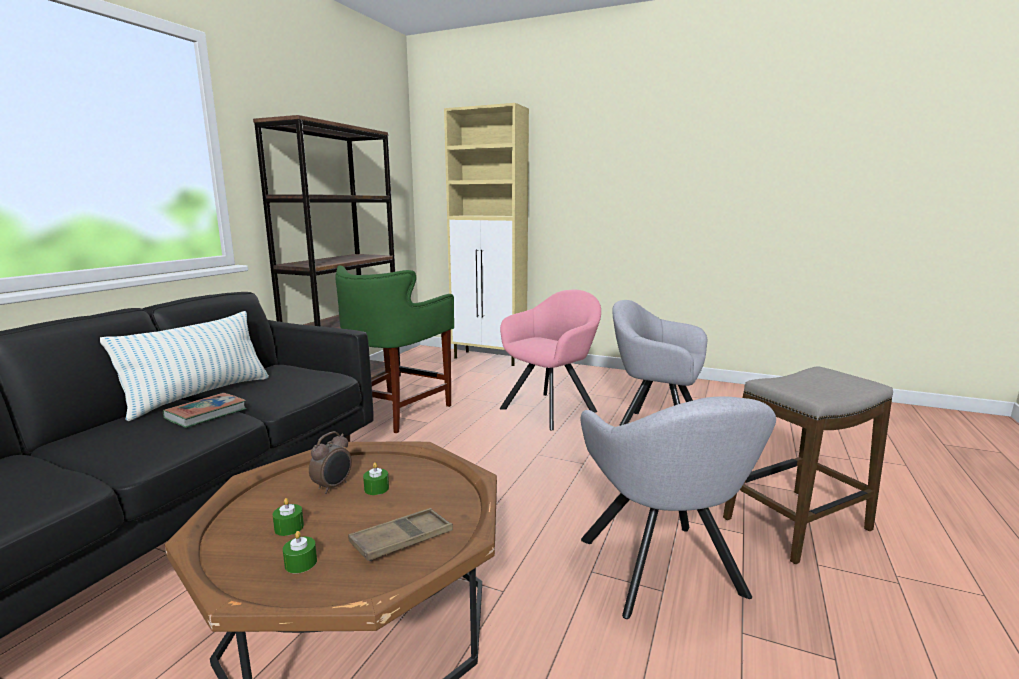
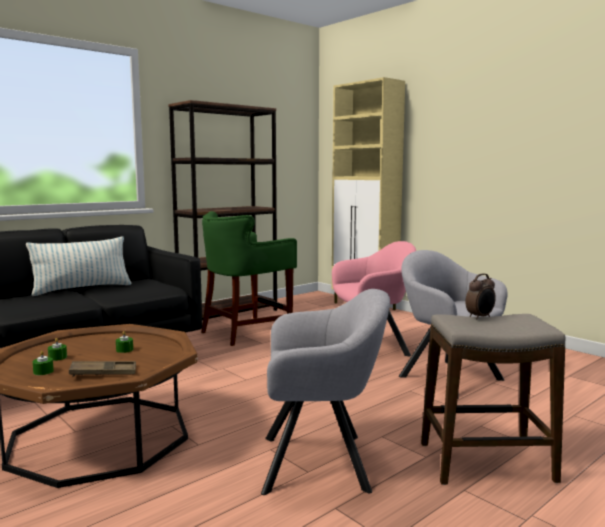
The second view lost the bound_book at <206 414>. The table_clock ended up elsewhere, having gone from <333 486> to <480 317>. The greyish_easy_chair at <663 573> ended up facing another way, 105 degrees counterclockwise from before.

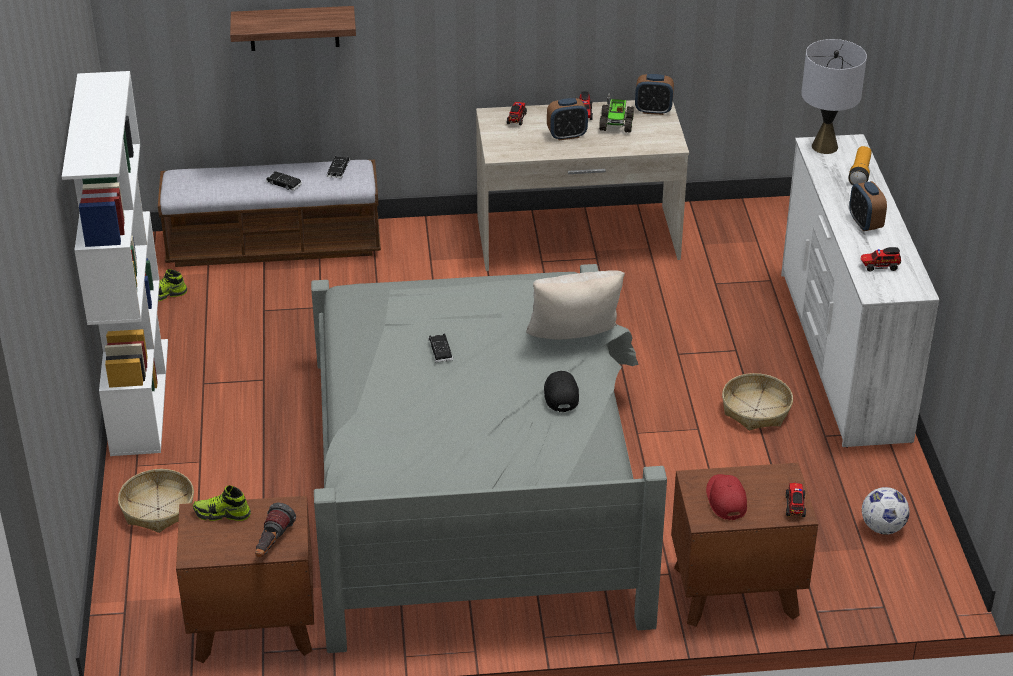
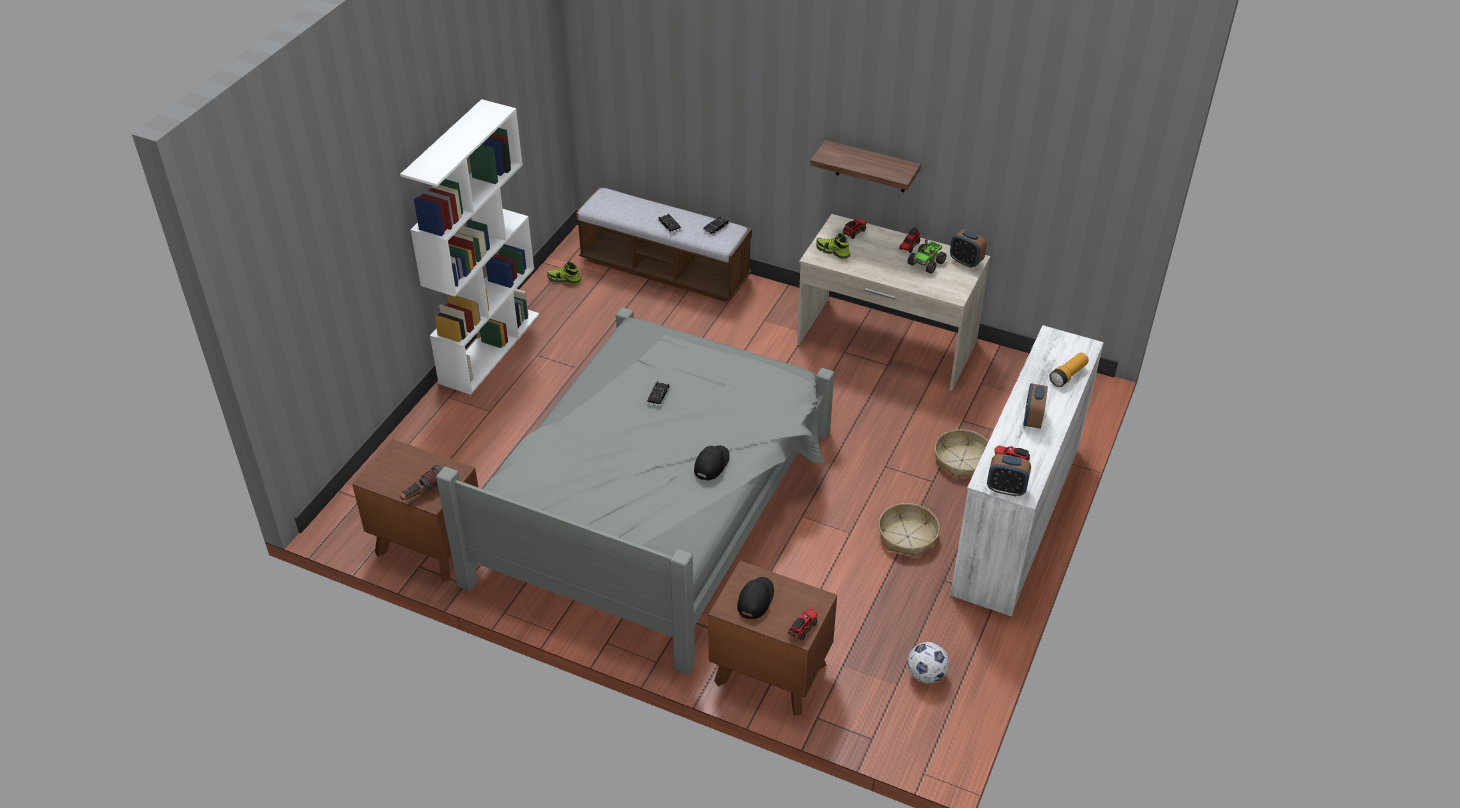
The basket ended up elsewhere, having gone from <157 509> to <961 460>. The shoe ended up elsewhere, having gone from <222 514> to <832 251>. The shelf ended up elsewhere, having gone from <294 28> to <871 167>. The second view lost the beige_pillow at <574 339>. The table_clock ended up elsewhere, having gone from <567 135> to <1006 489>. What was the red-coloured_peaked_cap at <725 499> turned into the black_peaked_cap at <755 599>. The second view lost the greyish_table_lamp at <824 146>.

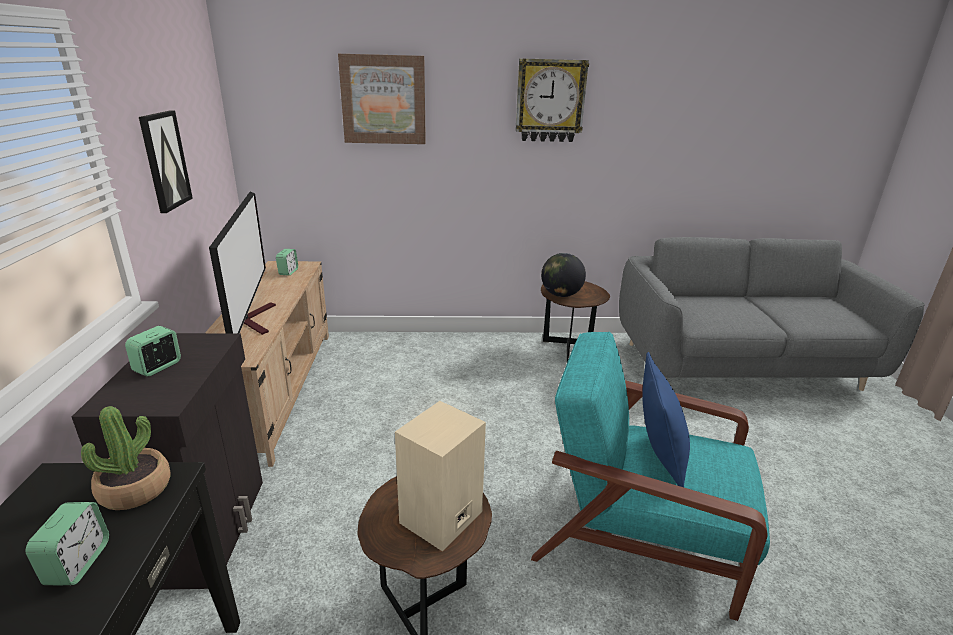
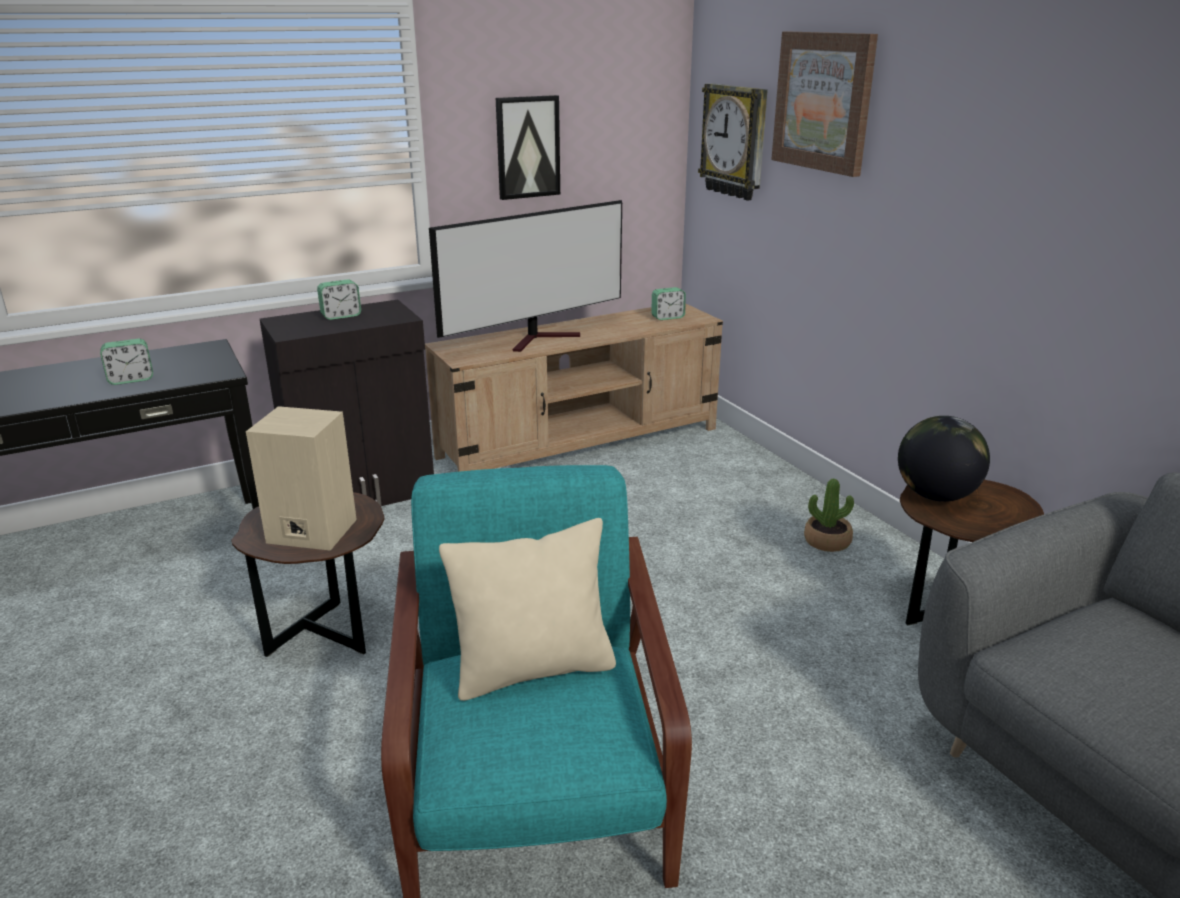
The plant_in_a_pot ended up elsewhere, having gone from <135 489> to <827 541>. The table_clock at <158 367> ended up facing another way, 150 degrees clockwise from before. The wall_clock ended up elsewhere, having gone from <550 101> to <735 141>. What was the blue-coloured_pillow at <657 457> turned into the beige_pillow at <533 669>.

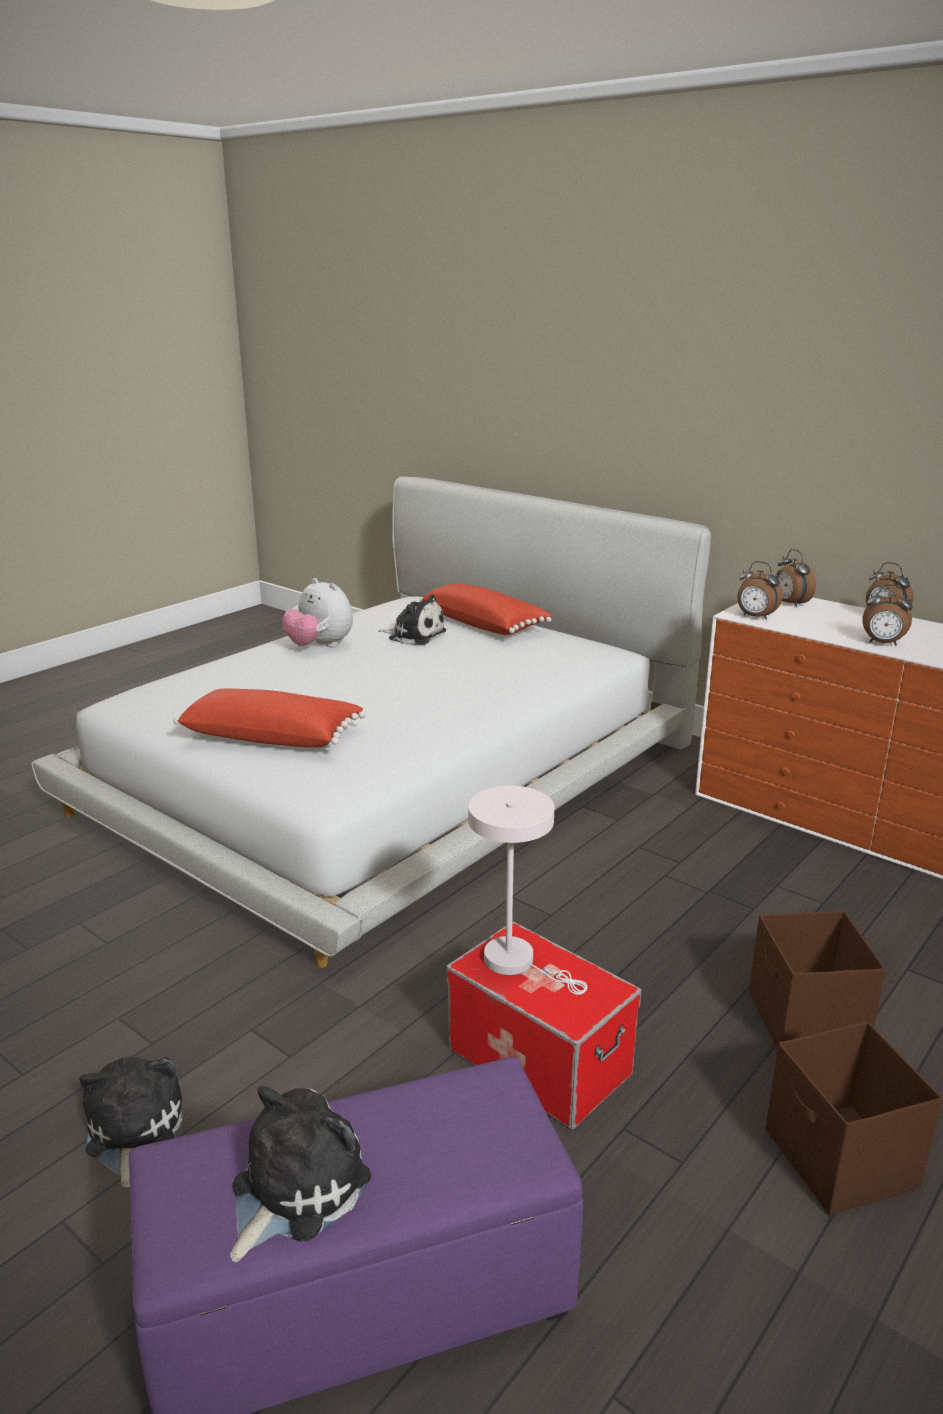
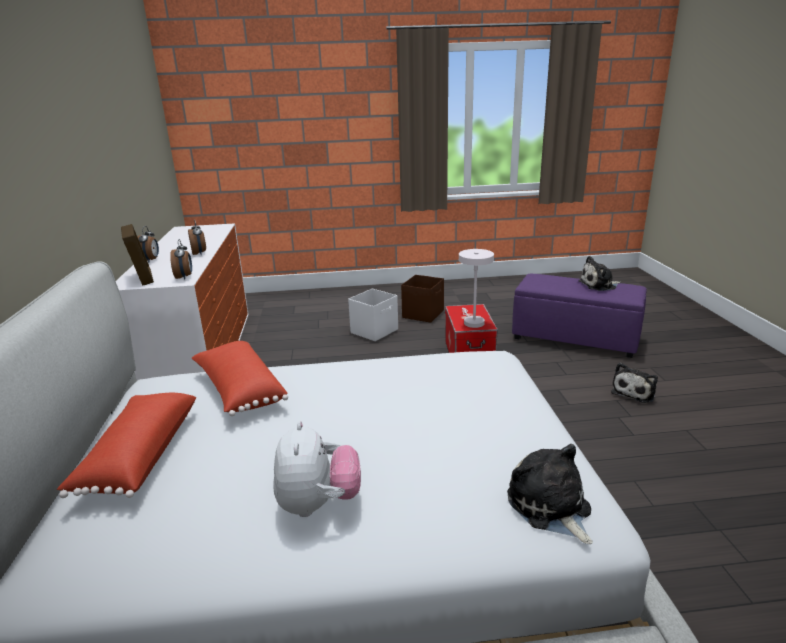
The red-coloured_pillow ended up elsewhere, having gone from <272 736> to <239 390>. The cuddly_toy ended up elsewhere, having gone from <414 635> to <550 507>. What was the brownish_storage_bin at <806 1023> turned into the whitish_storage_bin at <375 331>. Where the table_clock stood at <790 604>, the photo_frame came to stand at <142 278>.

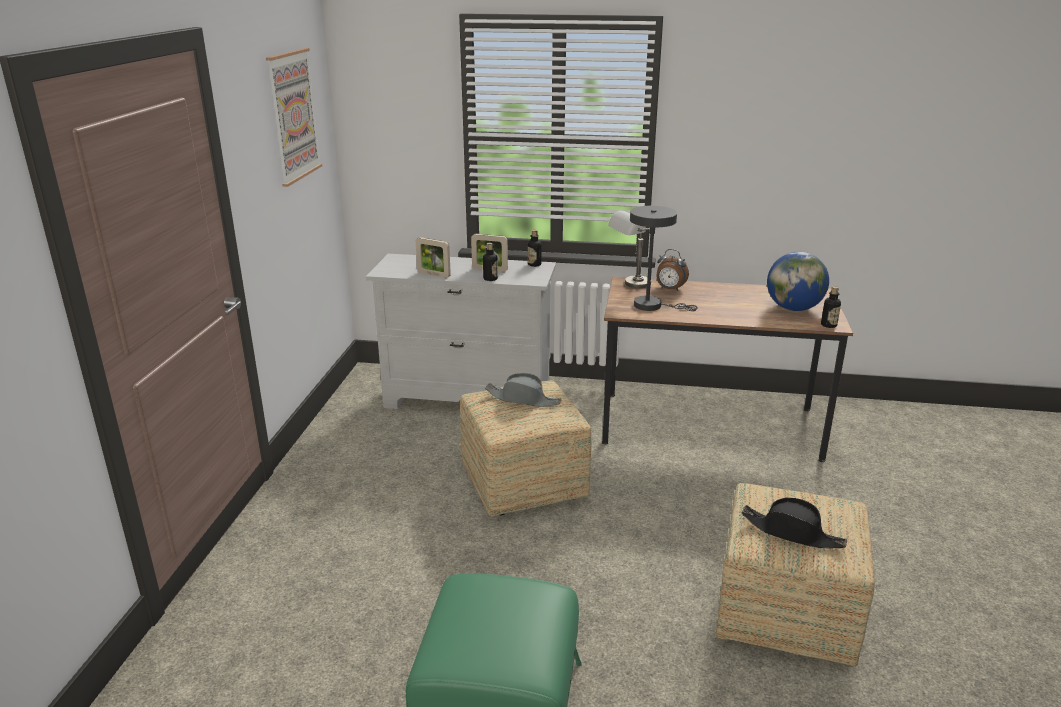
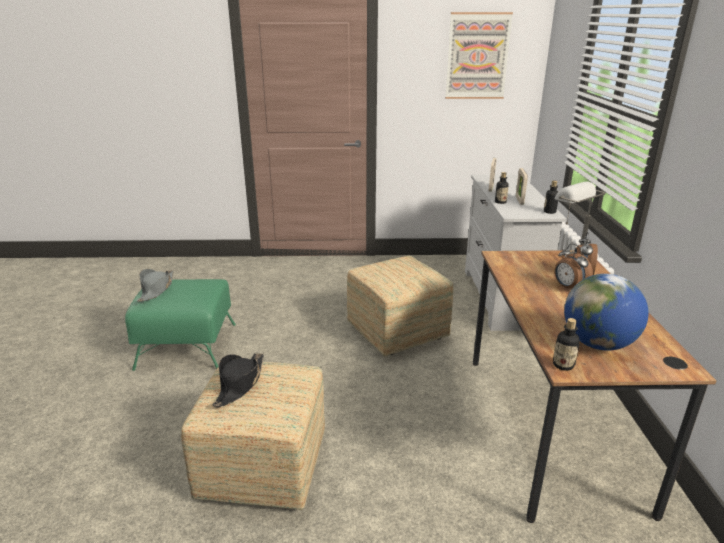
The greyish_clothing_hat ended up elsewhere, having gone from <523 399> to <156 289>. The second view lost the greyish_table_lamp at <652 306>. The second view gained the table_clock at <568 288>.

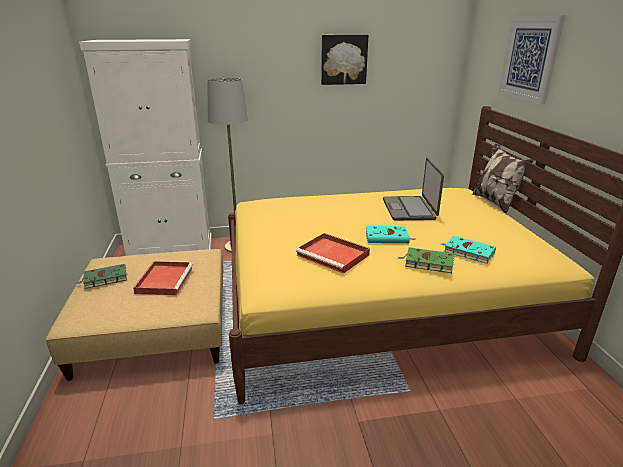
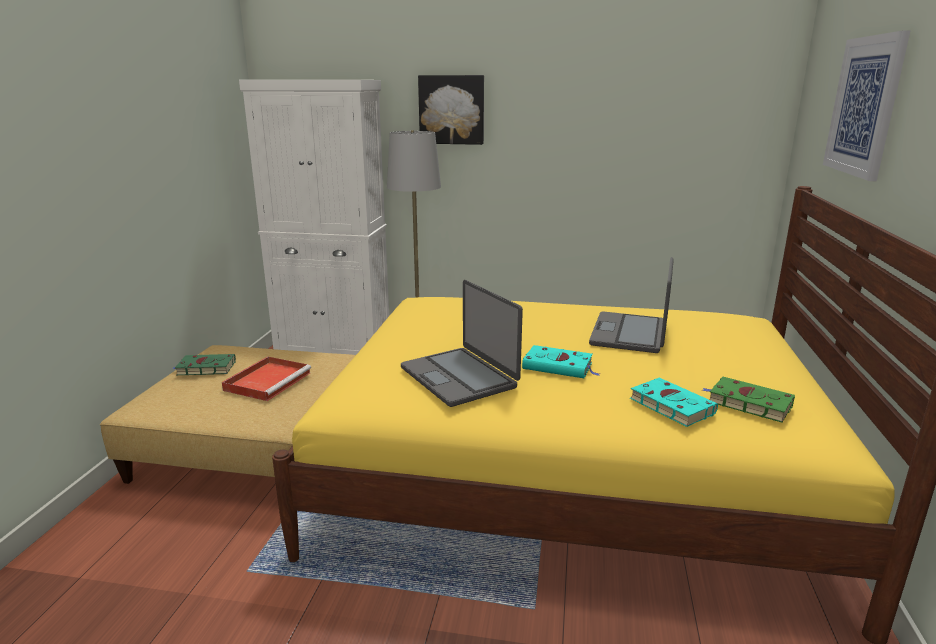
Where the red-coloured_serving_tray stood at <334 255>, the portable_computer came to stand at <459 377>. The wall_picture ended up elsewhere, having gone from <343 59> to <452 110>. The green-coloured_bound_book ended up elsewhere, having gone from <427 263> to <747 403>. The second view lost the pillow at <495 202>.

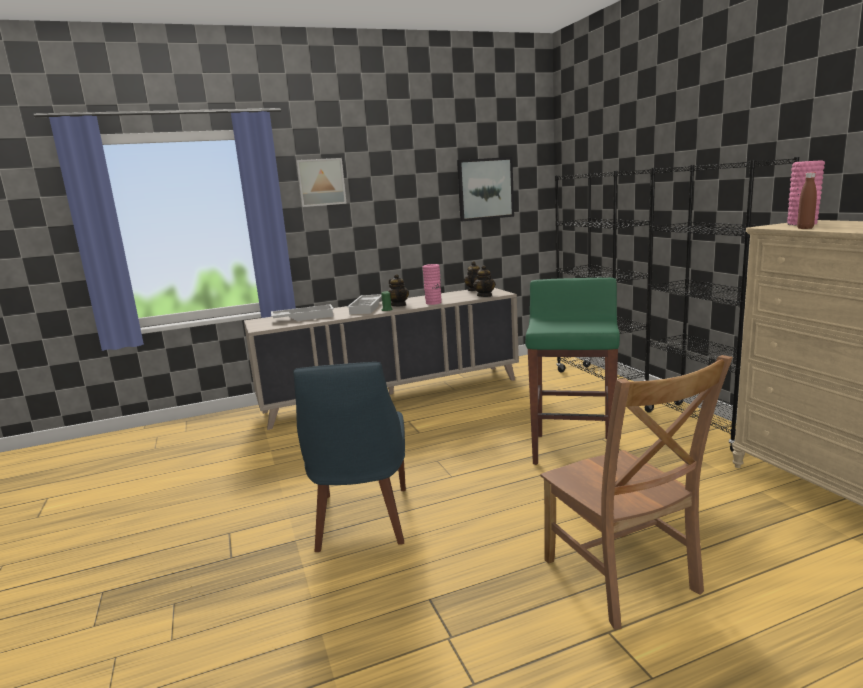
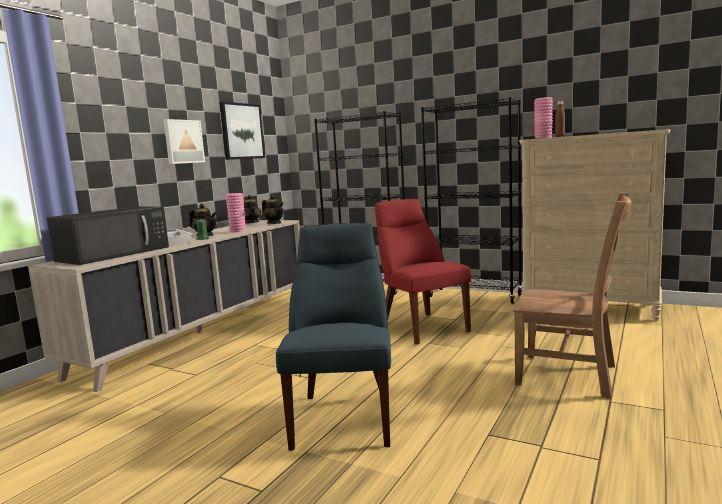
Where the whitish_serving_tray stood at <303 317>, the black_microwave_oven came to stand at <115 253>. The blue-coloured_upright_chair at <362 521> ended up facing another way, 135 degrees counterclockwise from before. The wall_picture ended up elsewhere, having gone from <321 182> to <183 141>. Where the green-coloured_stool_seat stood at <573 450>, the red-coloured_upright_chair came to stand at <421 326>.

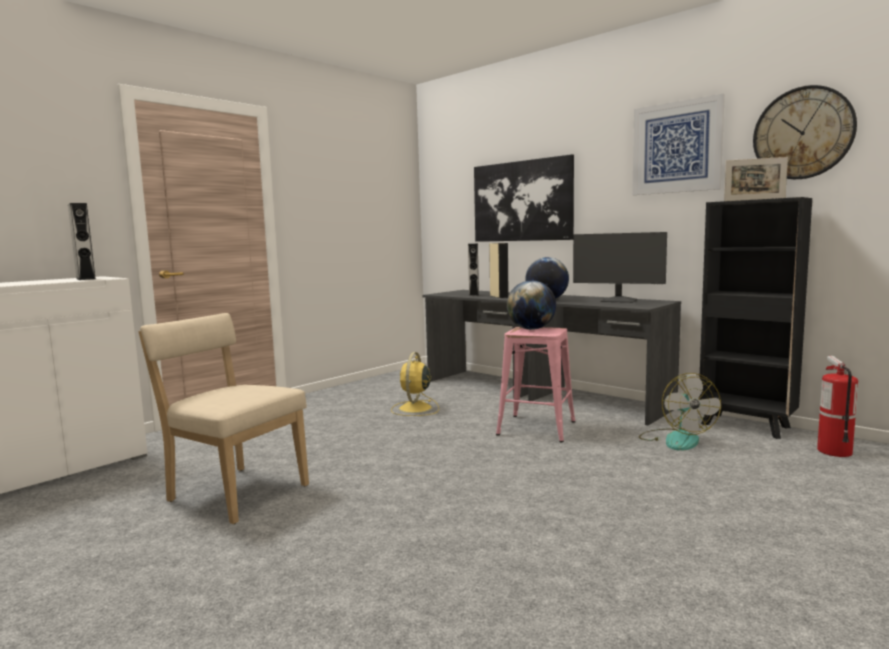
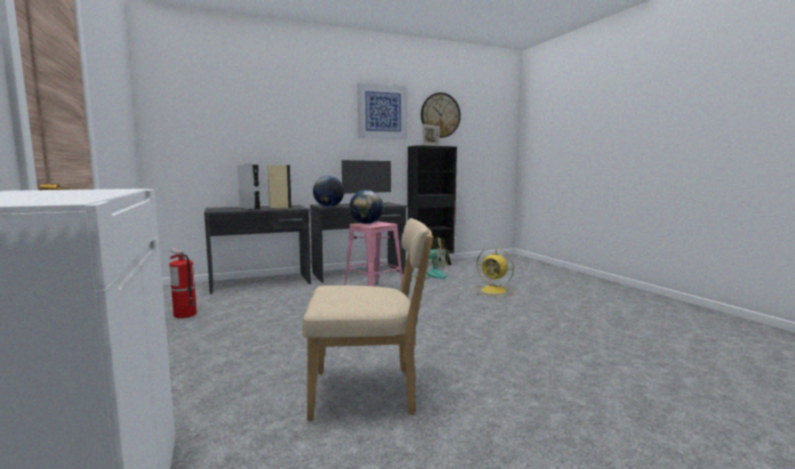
The second view lost the greyish_loudspeaker at <85 278>. The beige_upright_chair at <234 492> ended up facing another way, 150 degrees counterclockwise from before. The yellowish_fan ended up elsewhere, having gone from <415 409> to <495 291>. The second view lost the wall_picture at <522 201>. The extinguisher ended up elsewhere, having gone from <834 451> to <185 314>.

